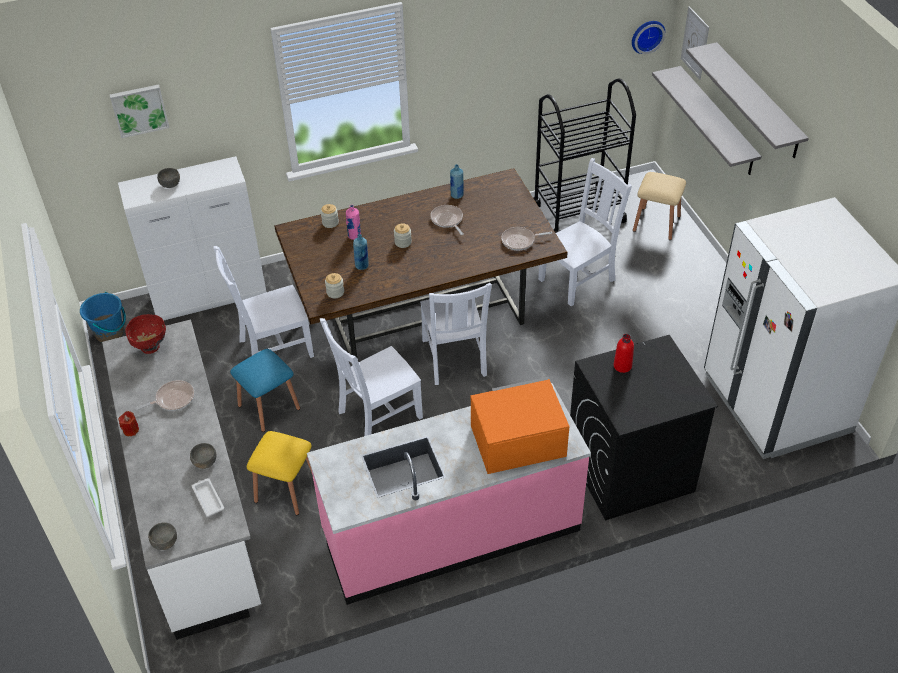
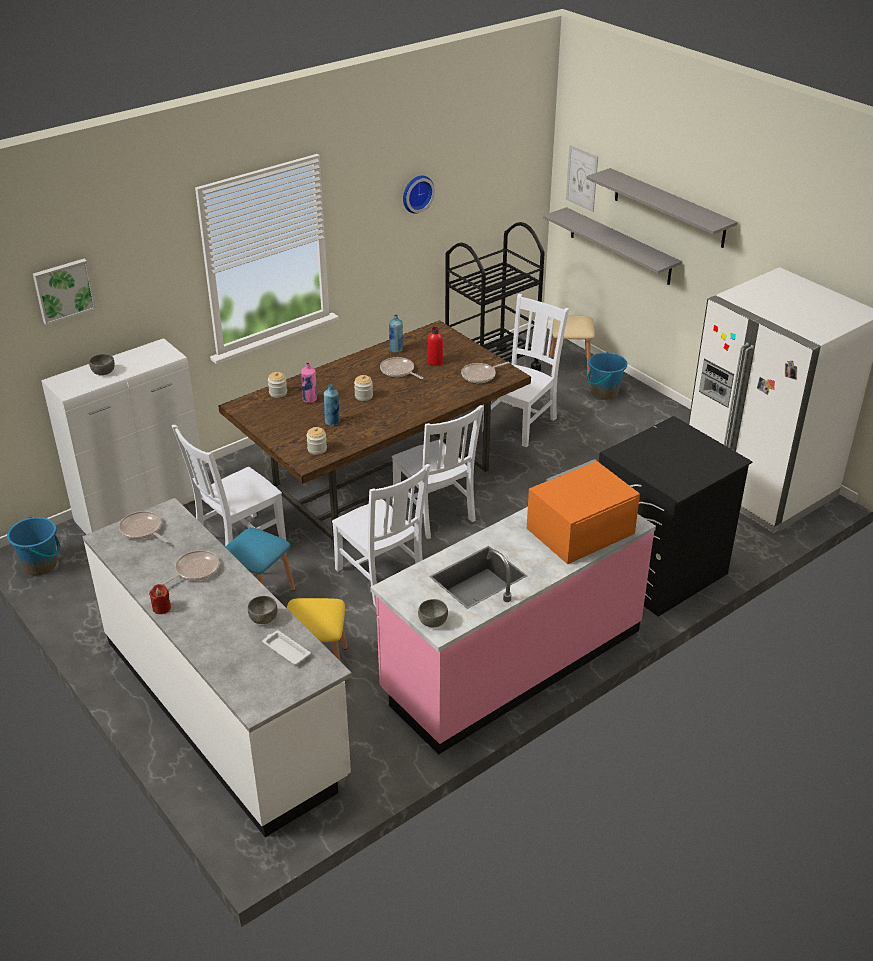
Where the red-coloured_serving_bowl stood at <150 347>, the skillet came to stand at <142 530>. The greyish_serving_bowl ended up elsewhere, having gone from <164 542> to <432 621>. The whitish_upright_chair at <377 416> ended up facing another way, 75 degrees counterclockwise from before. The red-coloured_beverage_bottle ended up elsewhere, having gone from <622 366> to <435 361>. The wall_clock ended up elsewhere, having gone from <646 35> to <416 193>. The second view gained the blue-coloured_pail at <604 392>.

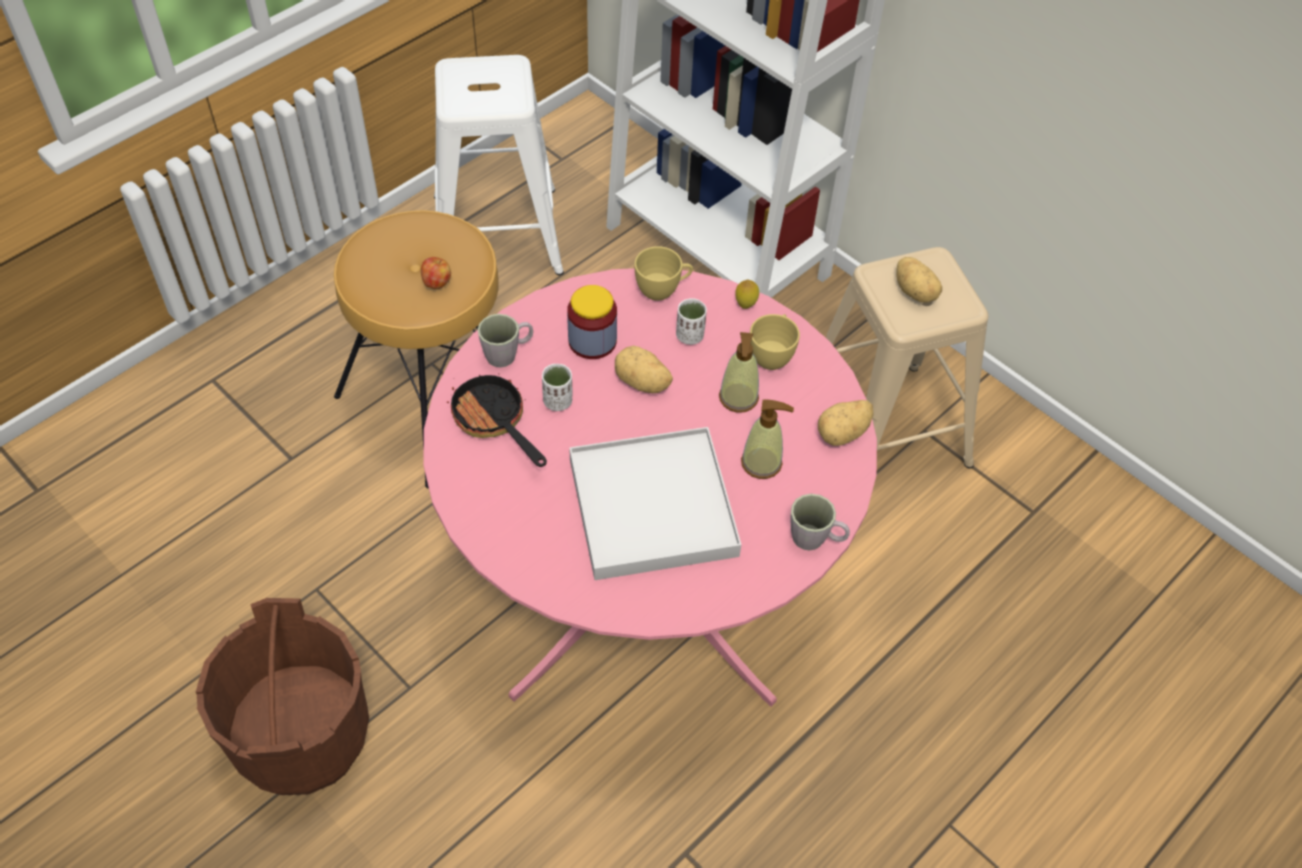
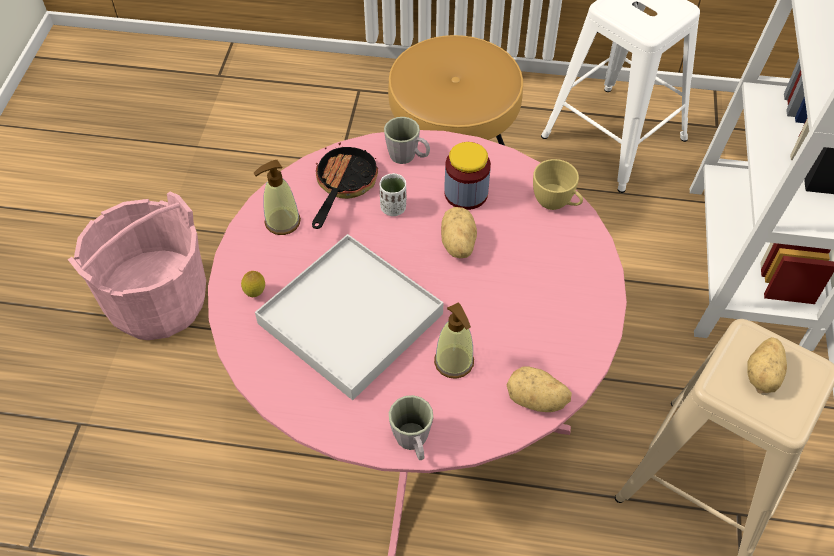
What was the brownish_pail at <301 736> turned into the pink_pail at <157 301>. The second view lost the apple_fruit at <437 283>. The second view lost the whitish_cup at <690 336>. The soap_dispenser ended up elsewhere, having gone from <738 398> to <282 222>. The citrus_fruit ended up elsewhere, having gone from <745 305> to <255 293>. The second view lost the yellowish_cup at <772 355>.

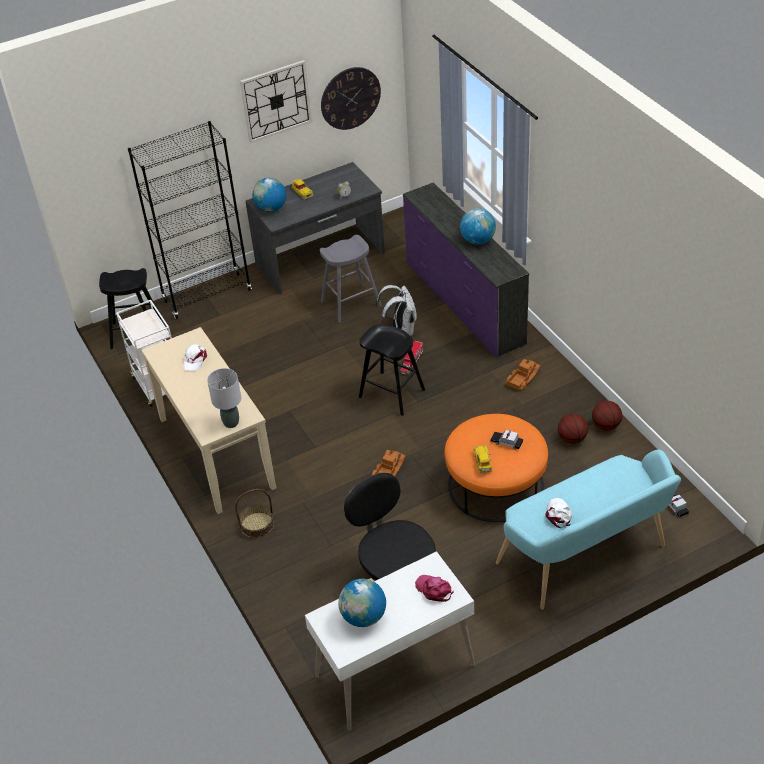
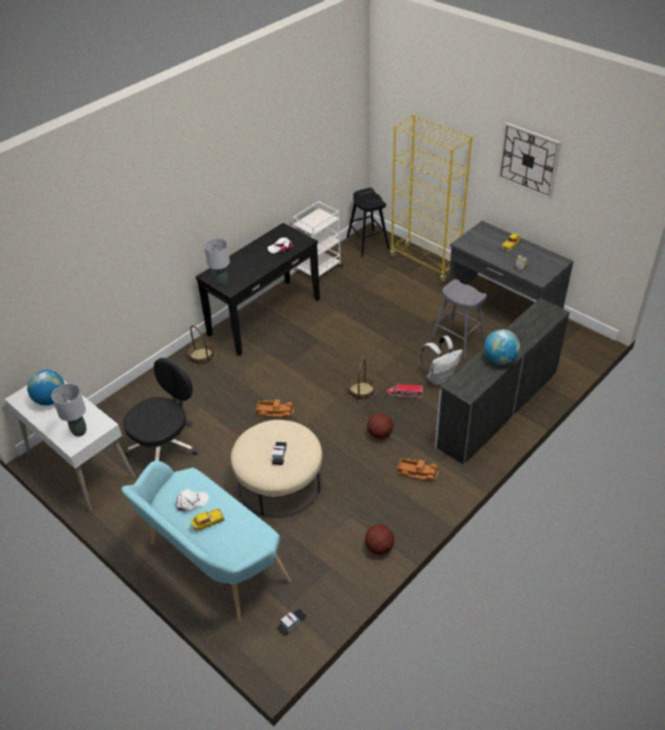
What was the black_shelving_unit at <207 295> turned into the yellowish_shelving_unit at <425 262>. What was the beige_hall_table at <215 453> turned into the black_hall_table at <264 316>. The second view lost the globe at <271 208>. The second view lost the wall_clock at <350 98>. Where the black_stool_seat stood at <391 393>, the basket came to stand at <362 391>. What was the purplish_chest_of_drawers at <464 303> turned into the whitish_chest_of_drawers at <497 409>. Where the pink_peaked_cap stood at <434 589>, the greyish_table_lamp came to stand at <79 431>. What was the orange_footrest at <496 485> turned into the beige_footrest at <279 482>. The toy_car ended up elsewhere, having gone from <482 462> to <207 522>. The ball_for_basketball ended up elsewhere, having gone from <572 439> to <380 434>.

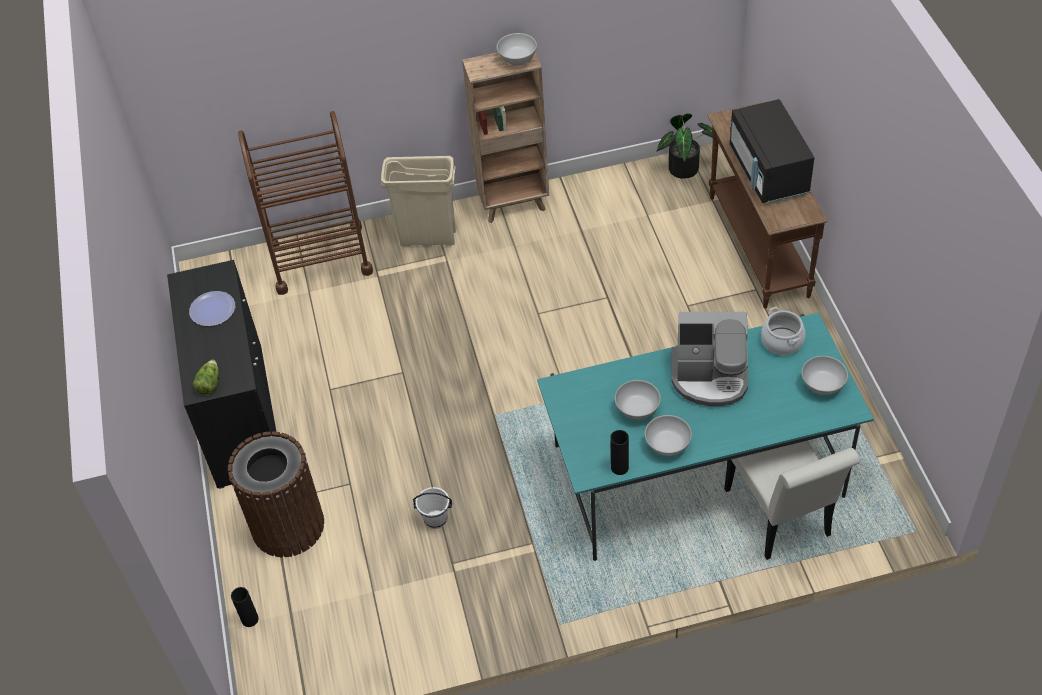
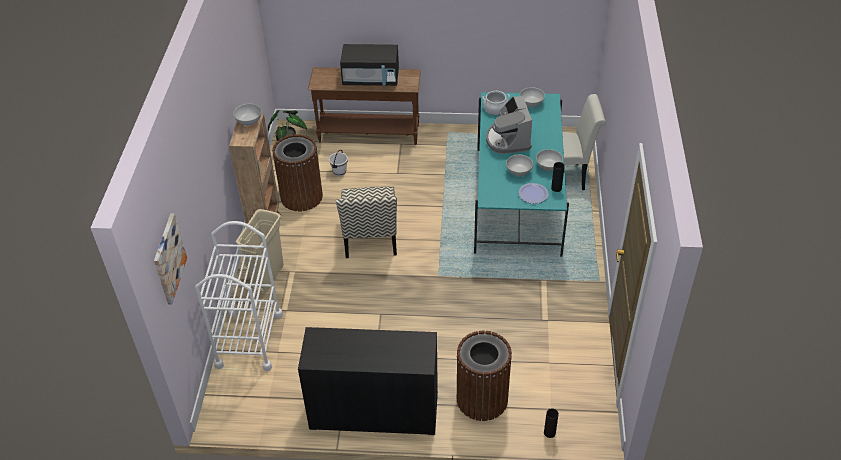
The plate ended up elsewhere, having gone from <212 309> to <533 194>. The second view lost the head_of_lettuce at <209 384>. What was the brownish_wheeled_cart at <320 259> turned into the whitish_wheeled_cart at <249 340>. The whitish_pail ended up elsewhere, having gone from <435 520> to <340 172>. The coffee_maker at <710 377> ended up facing another way, 150 degrees clockwise from before. The second view gained the wall_picture at <168 258>. The second view gained the brownish_rubbish_bin at <301 196>. The second view gained the upright_chair at <370 237>.

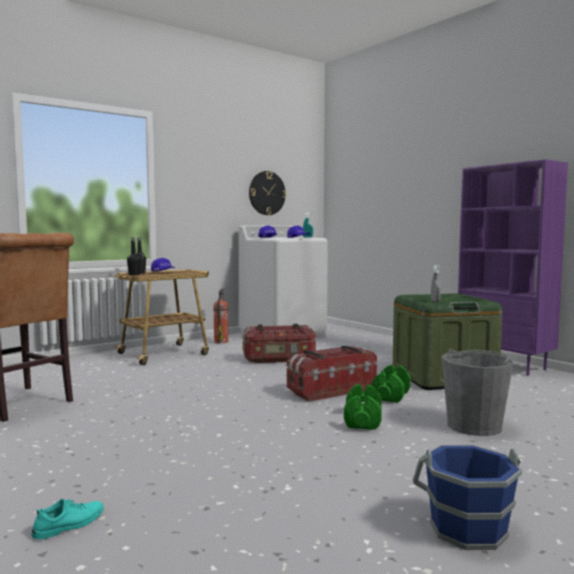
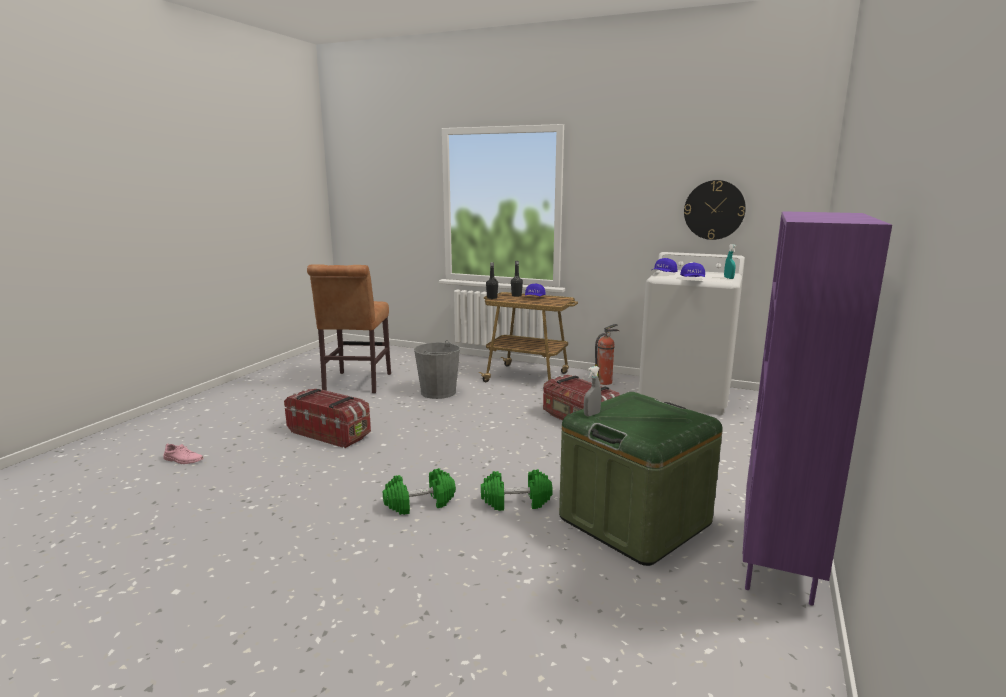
What was the blue-green_shoe at <69 524> turned into the pink_shoe at <183 460>. The storage_bin ended up elsewhere, having gone from <330 390> to <330 433>. The second view lost the blue-coloured_pail at <467 528>. The greyish_pail ended up elsewhere, having gone from <474 426> to <438 392>.

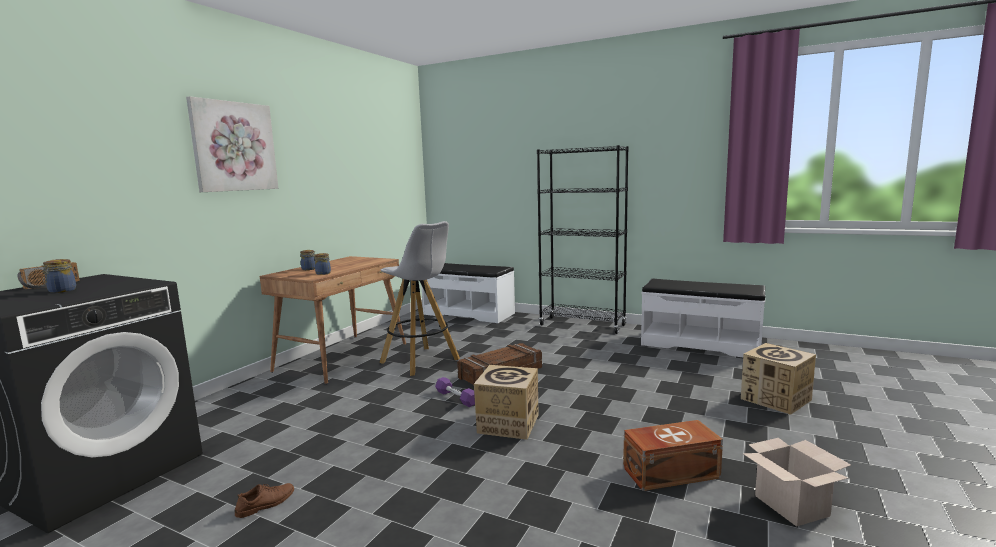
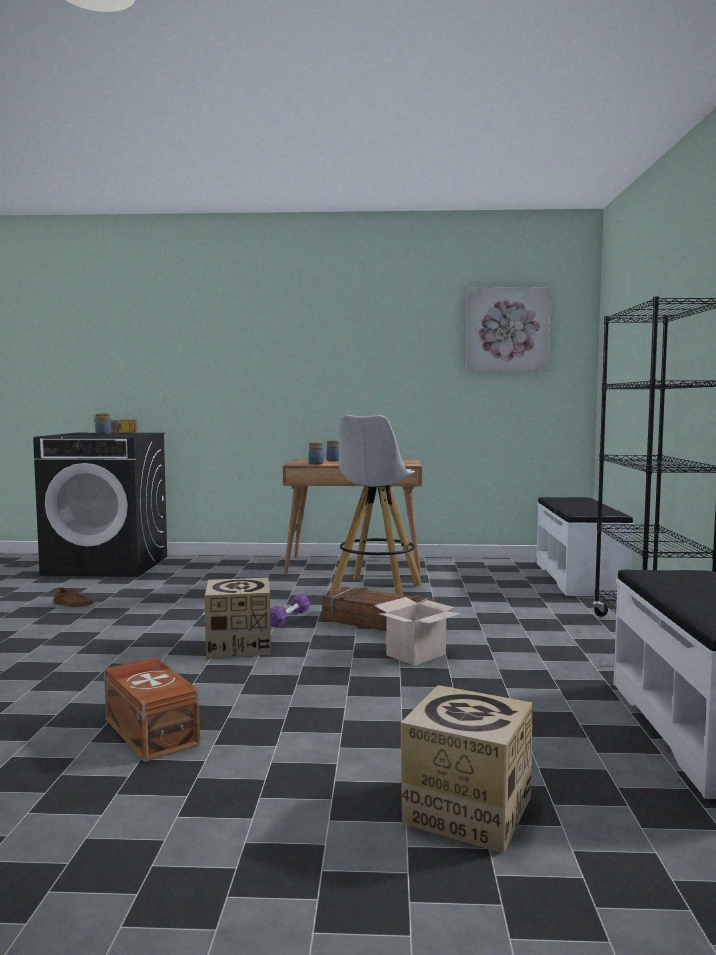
The wall_picture ended up elsewhere, having gone from <233 146> to <507 330>. The carton ended up elsewhere, having gone from <793 506> to <415 655>.

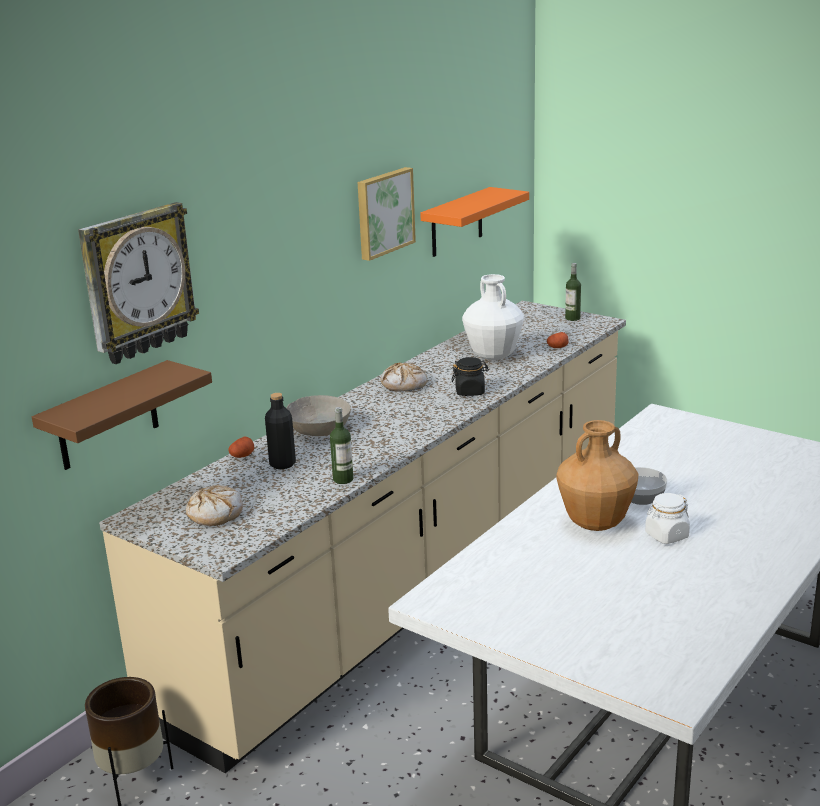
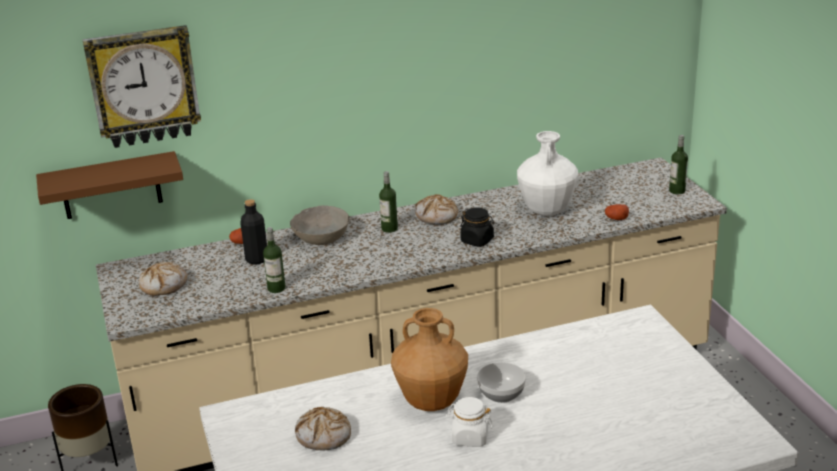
The second view lost the wall_picture at <383 212>. The second view lost the orange_shelf at <456 222>. The second view gained the baked_bread at <324 436>. The second view gained the beverage_bottle at <389 229>.

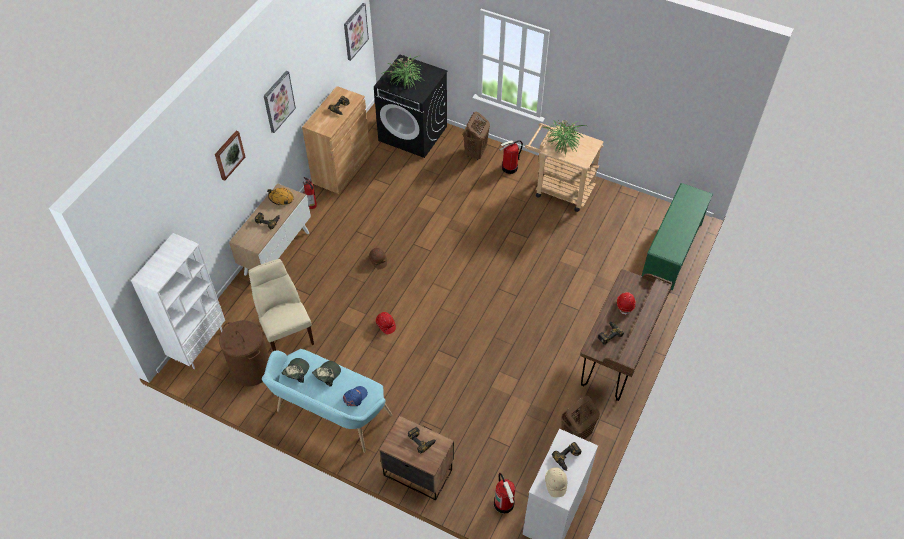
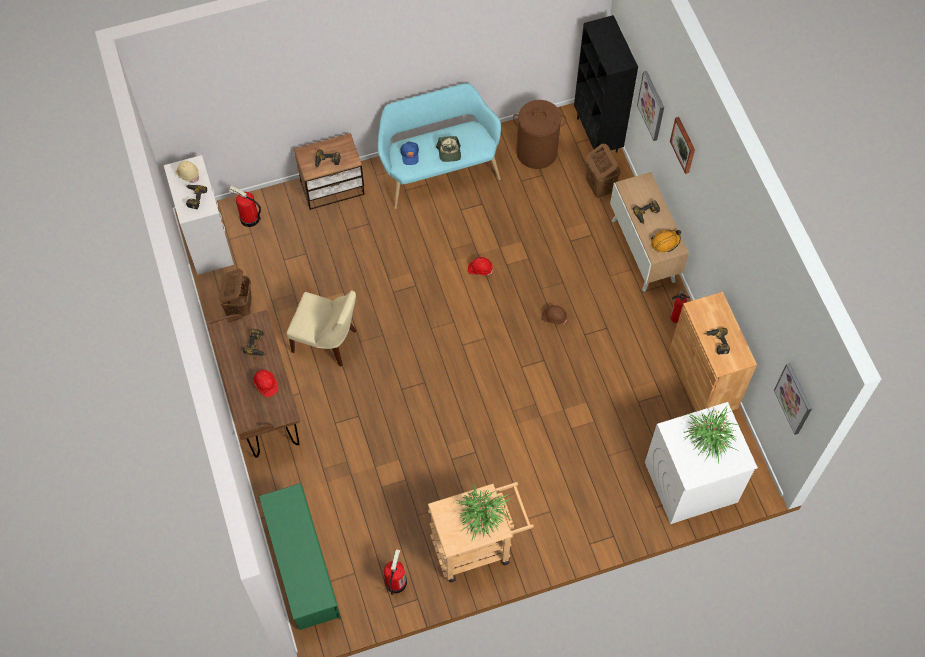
What was the whitish_shelving_unit at <199 345> turned into the black_shelving_unit at <598 135>. The beige_upright_chair ended up elsewhere, having gone from <286 331> to <327 342>. The wall_picture ended up elsewhere, having gone from <278 101> to <652 105>. The second view lost the peaked_cap at <296 372>. What was the black_washing_machine at <413 133> turned into the whitish_washing_machine at <690 483>. The brownish_washing_basket ended up elsewhere, having gone from <475 153> to <599 187>. The extinguisher ended up elsewhere, having gone from <509 168> to <395 582>.

